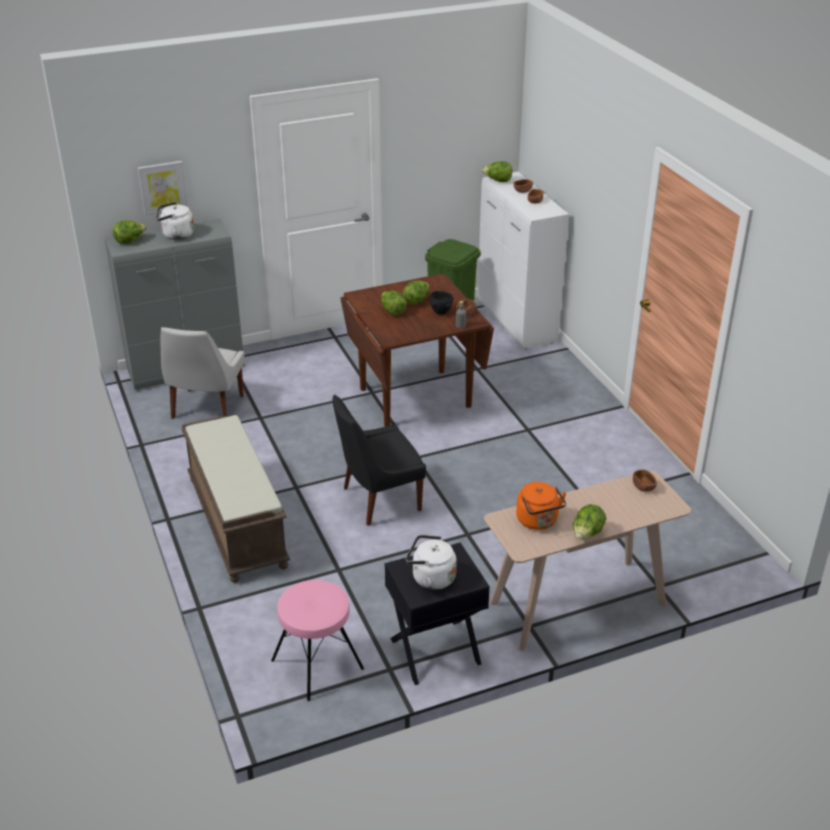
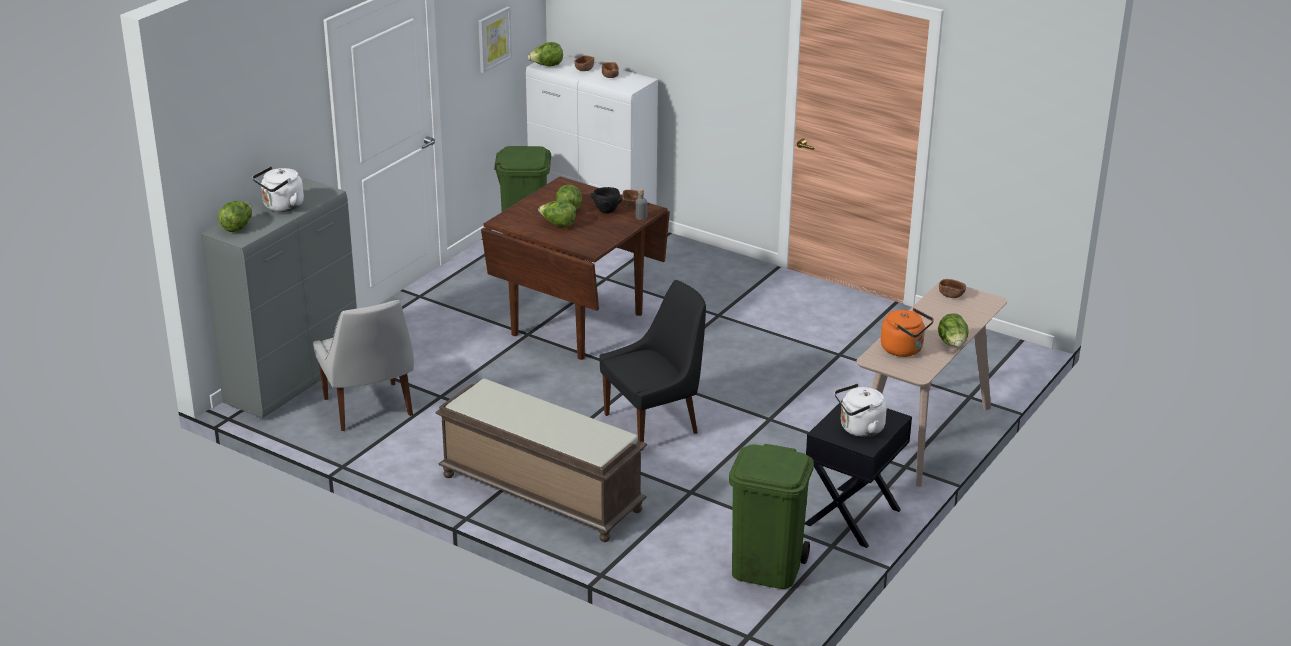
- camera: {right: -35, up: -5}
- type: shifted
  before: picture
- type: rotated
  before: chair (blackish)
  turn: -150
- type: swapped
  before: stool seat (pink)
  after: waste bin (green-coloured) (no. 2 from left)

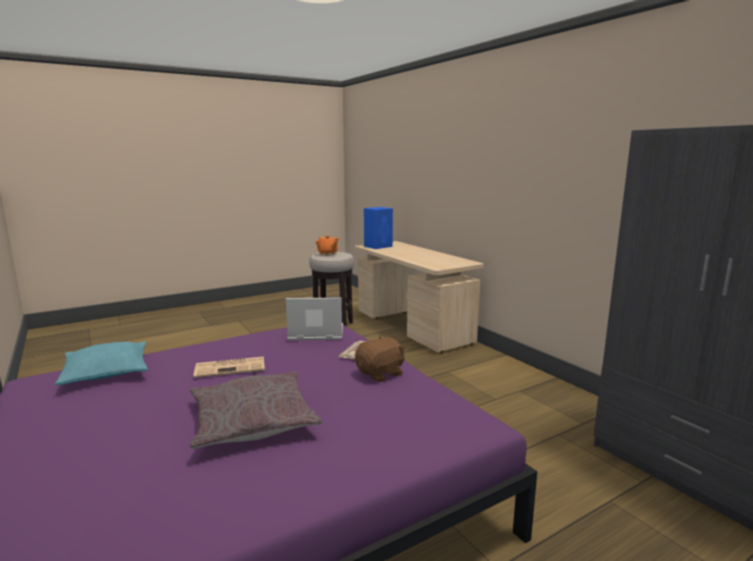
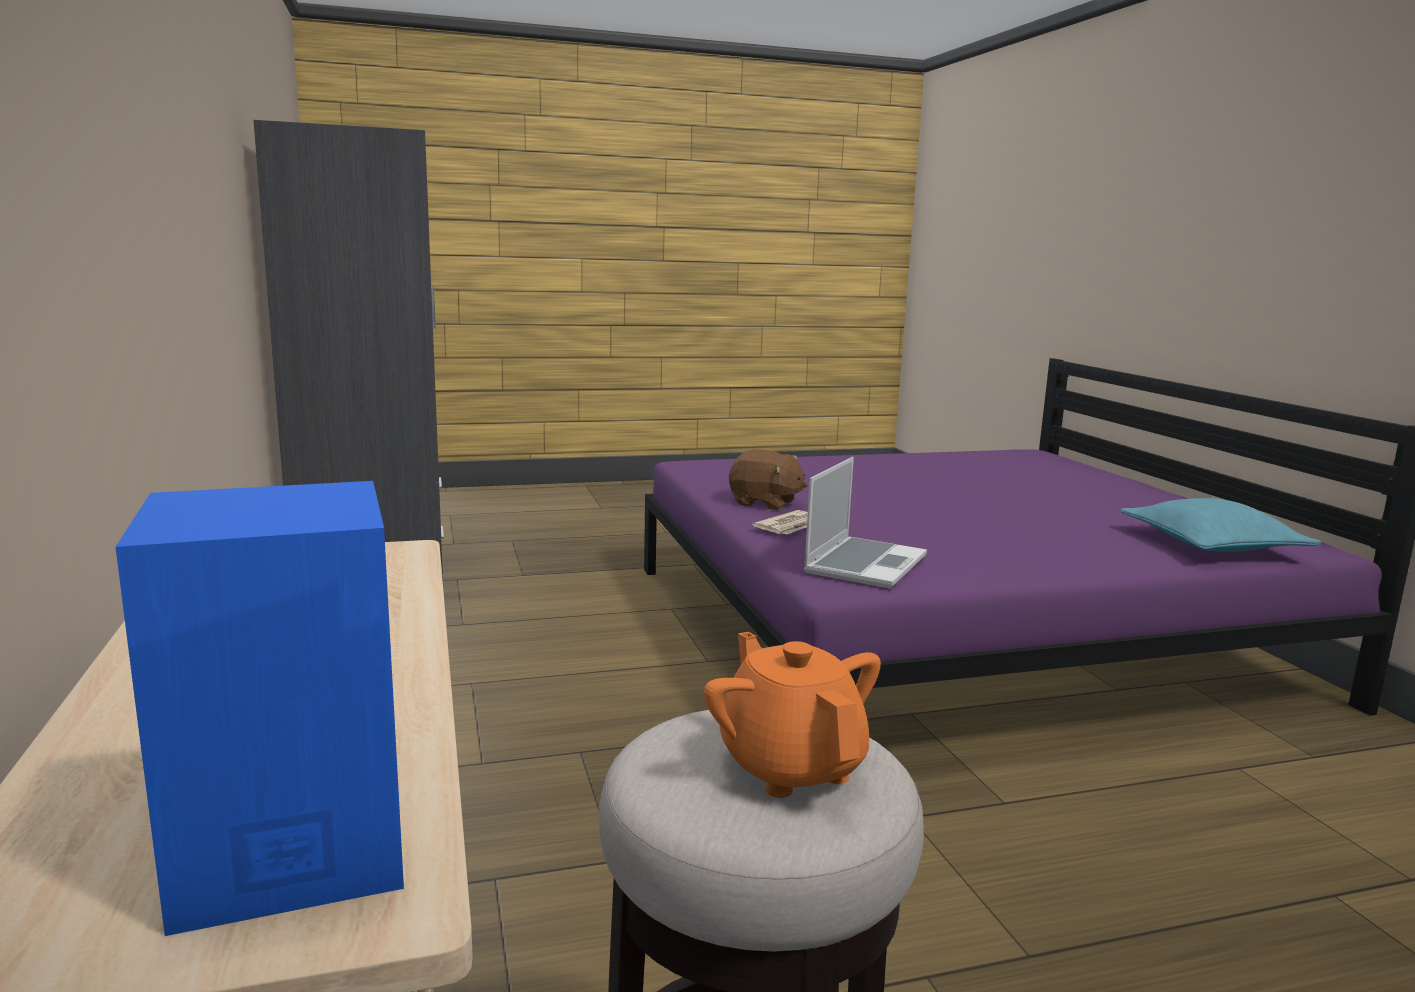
- camera: {right: -165, up: 0}
- type: rotated
  before: laptop
  turn: -75
- type: rotated
  before: soft toy (brown-coloured)
  turn: -135
- type: gone
  before: printed paper (no. 1 from left)
- type: gone
  before: pillow (greyish)

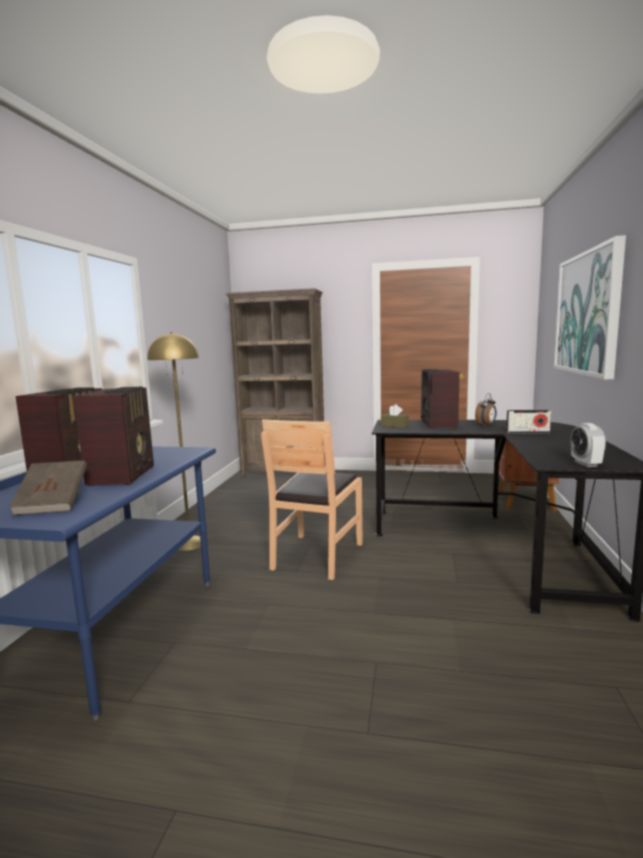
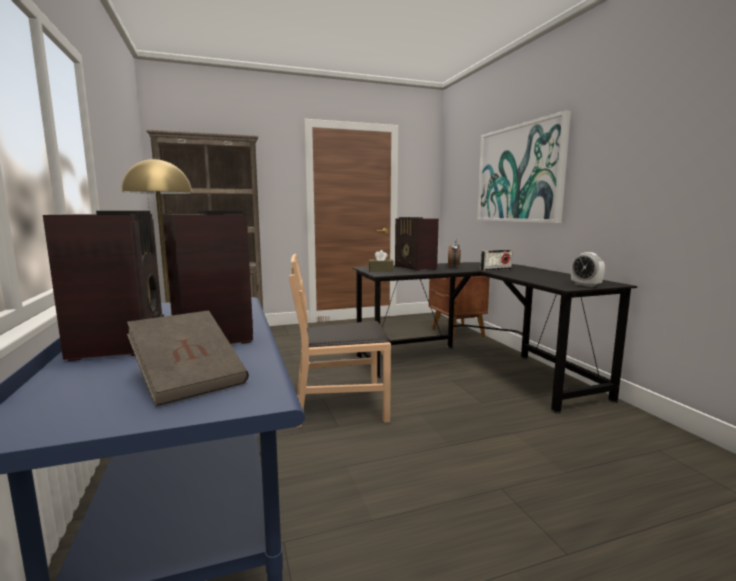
- camera: {right: -30, up: 0}
- type: rotated
  before: chair (brown-coloured)
  turn: 90

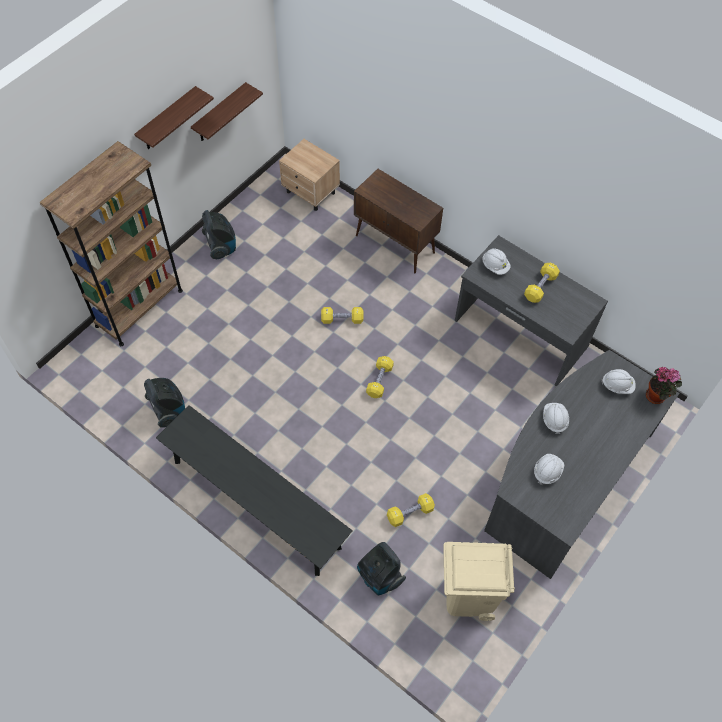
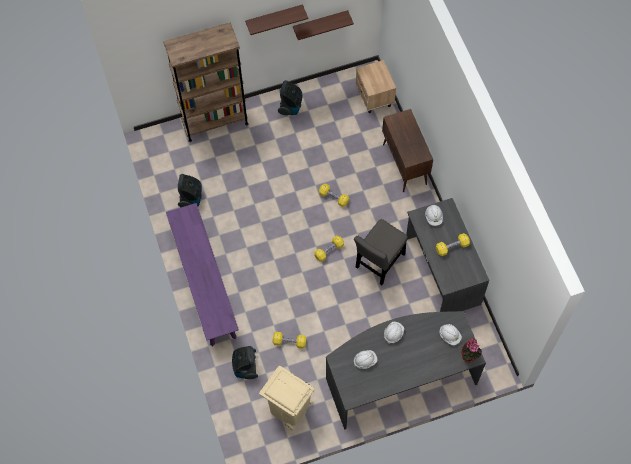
- camera: {right: 35, up: 5}
- type: repainted
  before: bench (blackish)
  after: bench (purple-coloured)
- type: new
  after: chair (greyish)

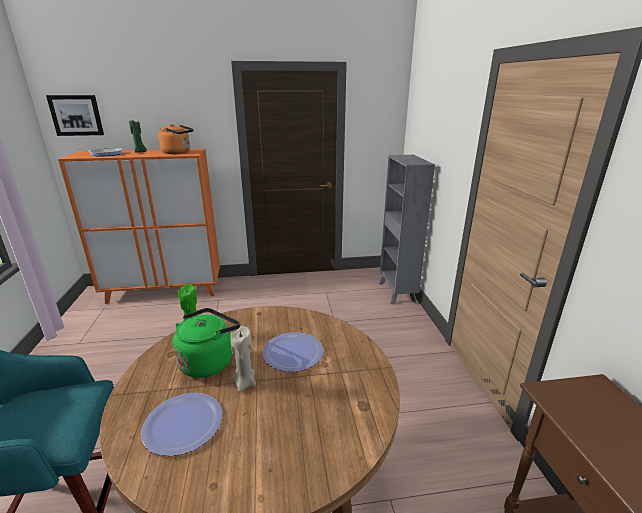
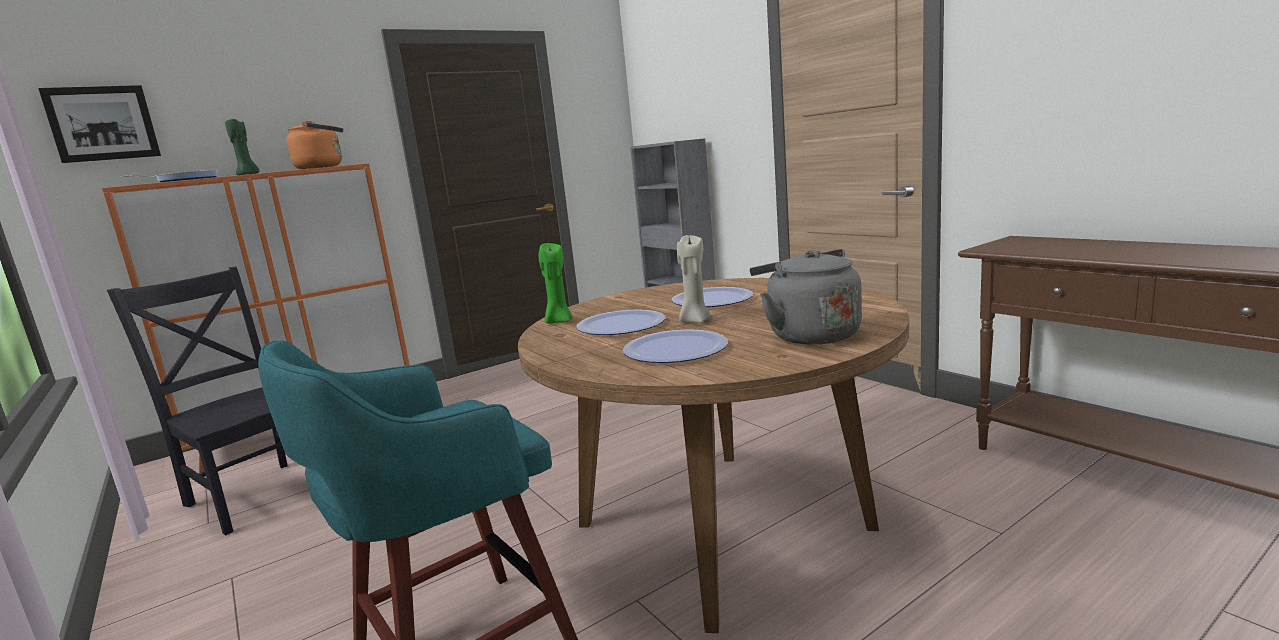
- camera: {right: -25, up: -10}
- type: swapped
  before: tea kettle (green-coloured)
  after: dinner plate (no. 1 from left)
- type: new
  after: tea kettle (greyish)
- type: new
  after: chair (blackish)

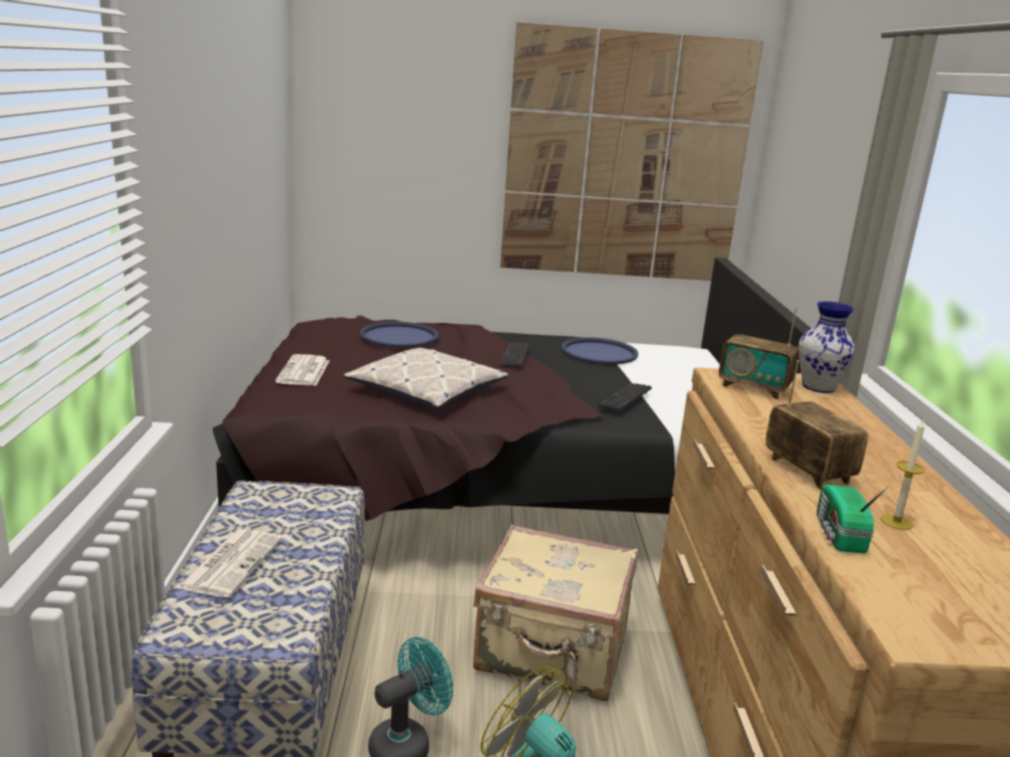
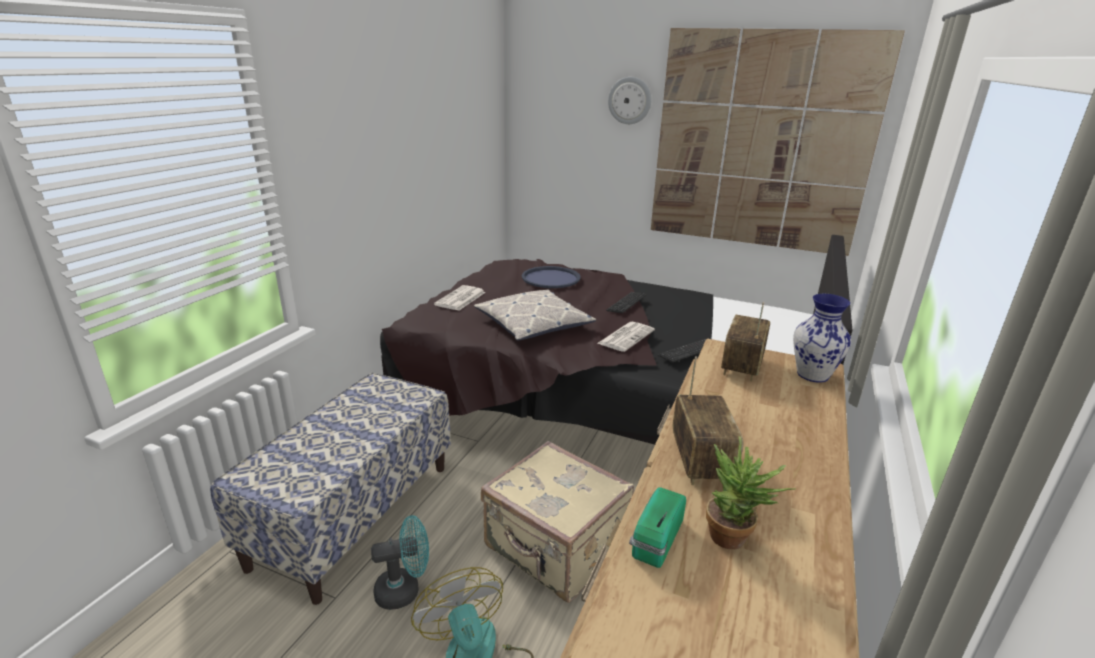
- camera: {right: 25, up: 5}
- type: rotated
  before: radio set (no. 1 from left in the first image)
  turn: 60
- type: gone
  before: serving tray (blue-coloured) (no. 2 from left)
- type: swapped
  before: wax candle
  after: plant in a pot
- type: shifted
  before: printed paper (no. 1 from left in the first image)
  after: printed paper (no. 2 from left)
- type: new
  after: hanging clock

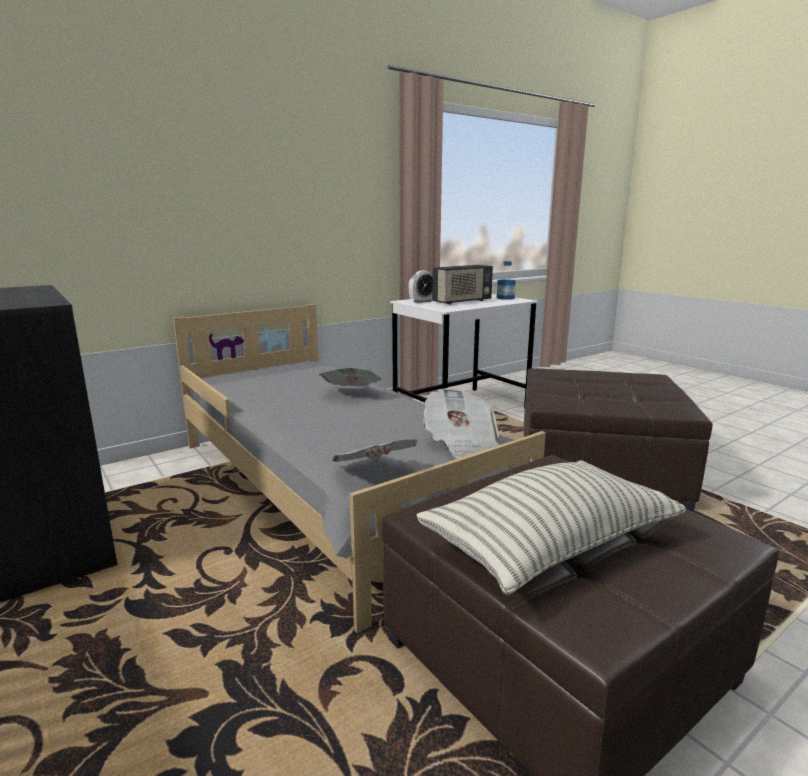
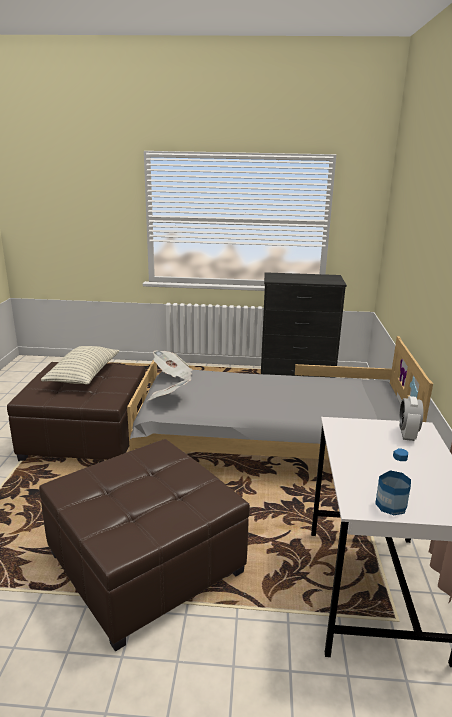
- camera: {right: 130, up: 5}
- type: gone
  before: radio set
- type: gone
  before: printed paper (no. 1 from left)

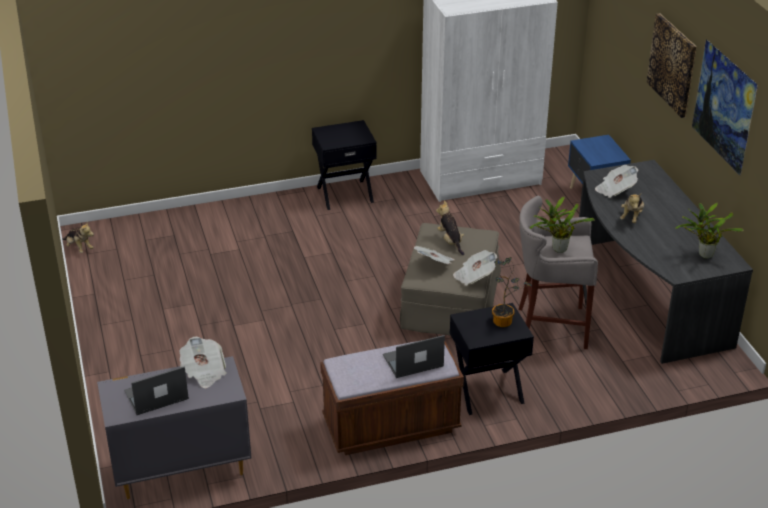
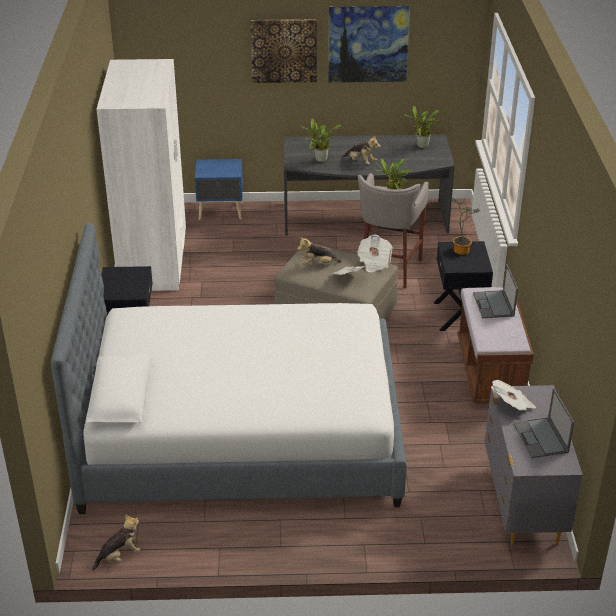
- camera: {right: -75, up: 0}
- type: swapped
  before: printed paper (no. 4 from left)
  after: plant in a pot (no. 1 from left)
- type: new
  after: sleeping bed

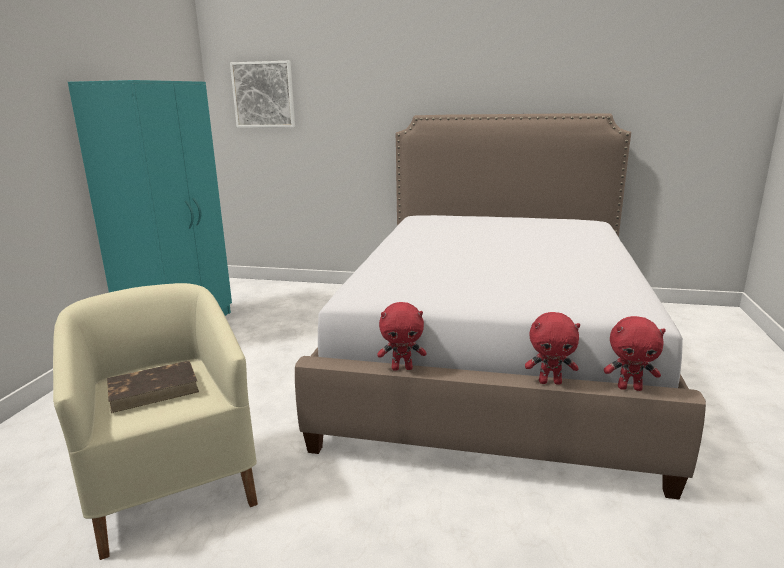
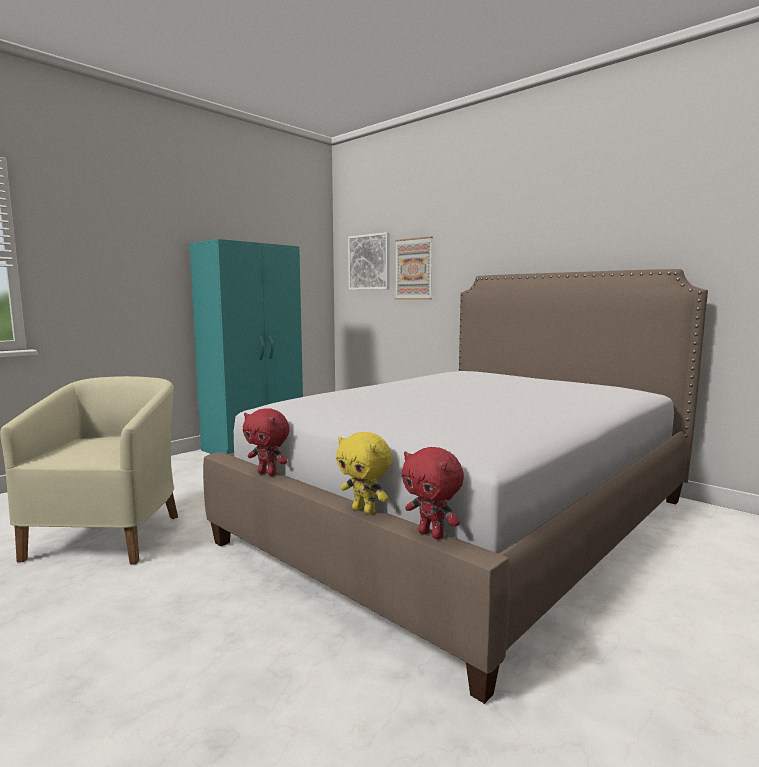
- camera: {right: 30, up: -10}
- type: repainted
  before: soft toy (red) (no. 2 from left)
  after: soft toy (yellow-coloured)
- type: gone
  before: book (brown-coloured)
- type: new
  after: picture (no. 2 from left)

